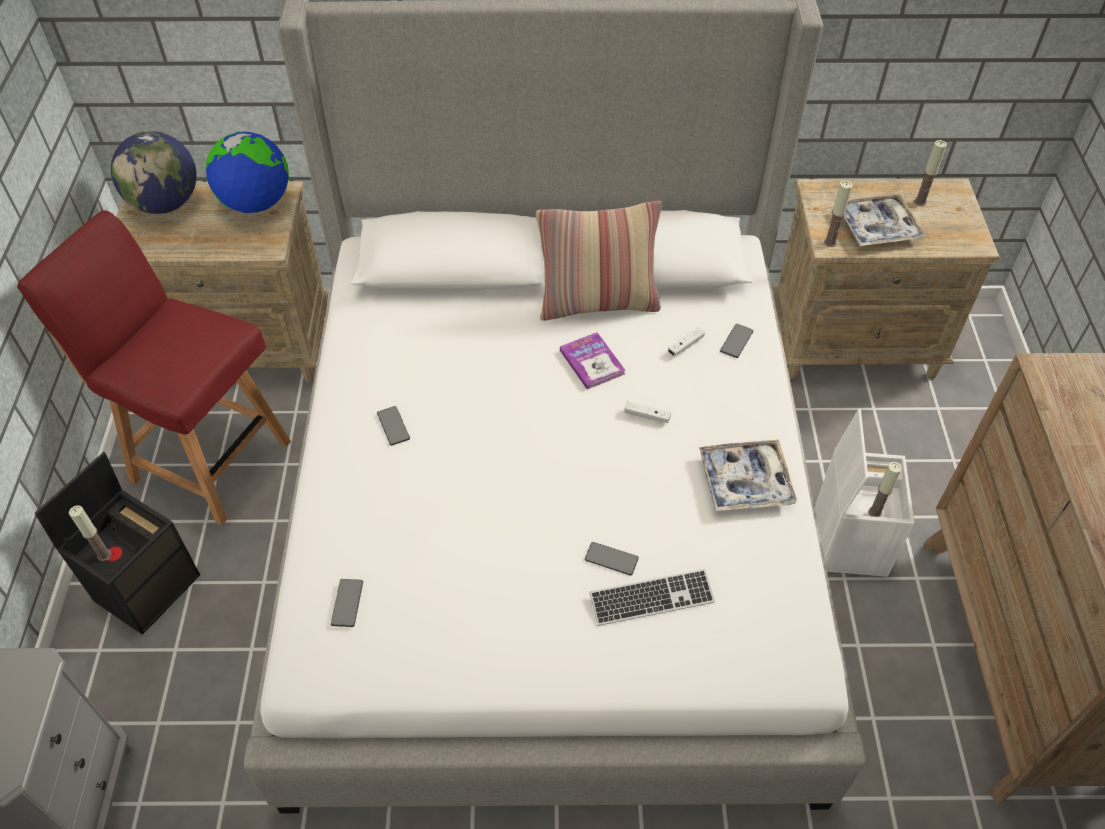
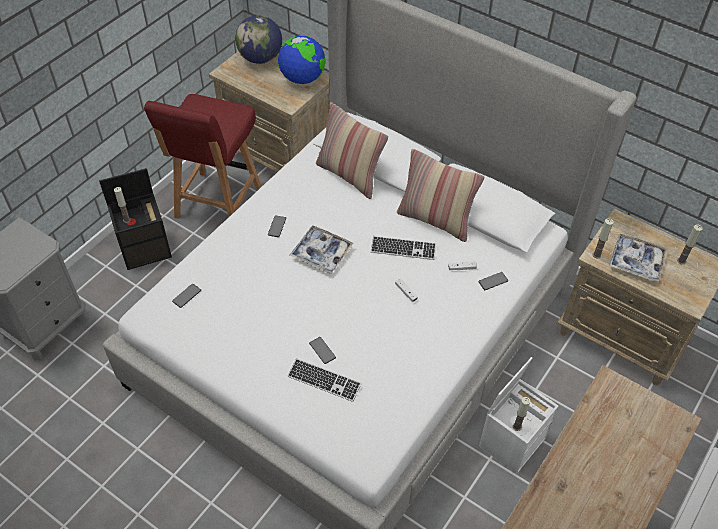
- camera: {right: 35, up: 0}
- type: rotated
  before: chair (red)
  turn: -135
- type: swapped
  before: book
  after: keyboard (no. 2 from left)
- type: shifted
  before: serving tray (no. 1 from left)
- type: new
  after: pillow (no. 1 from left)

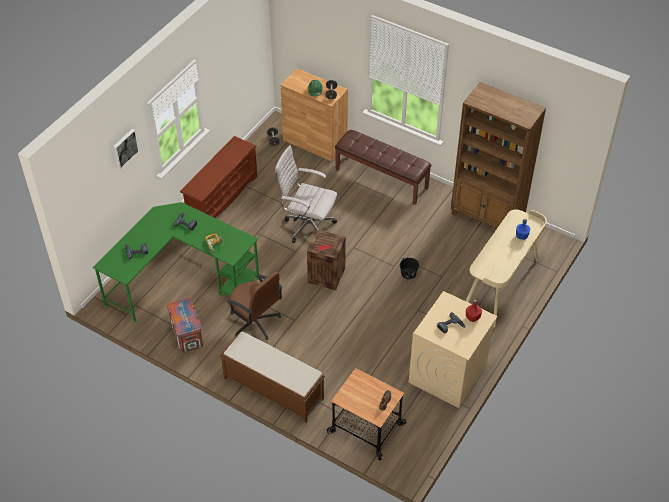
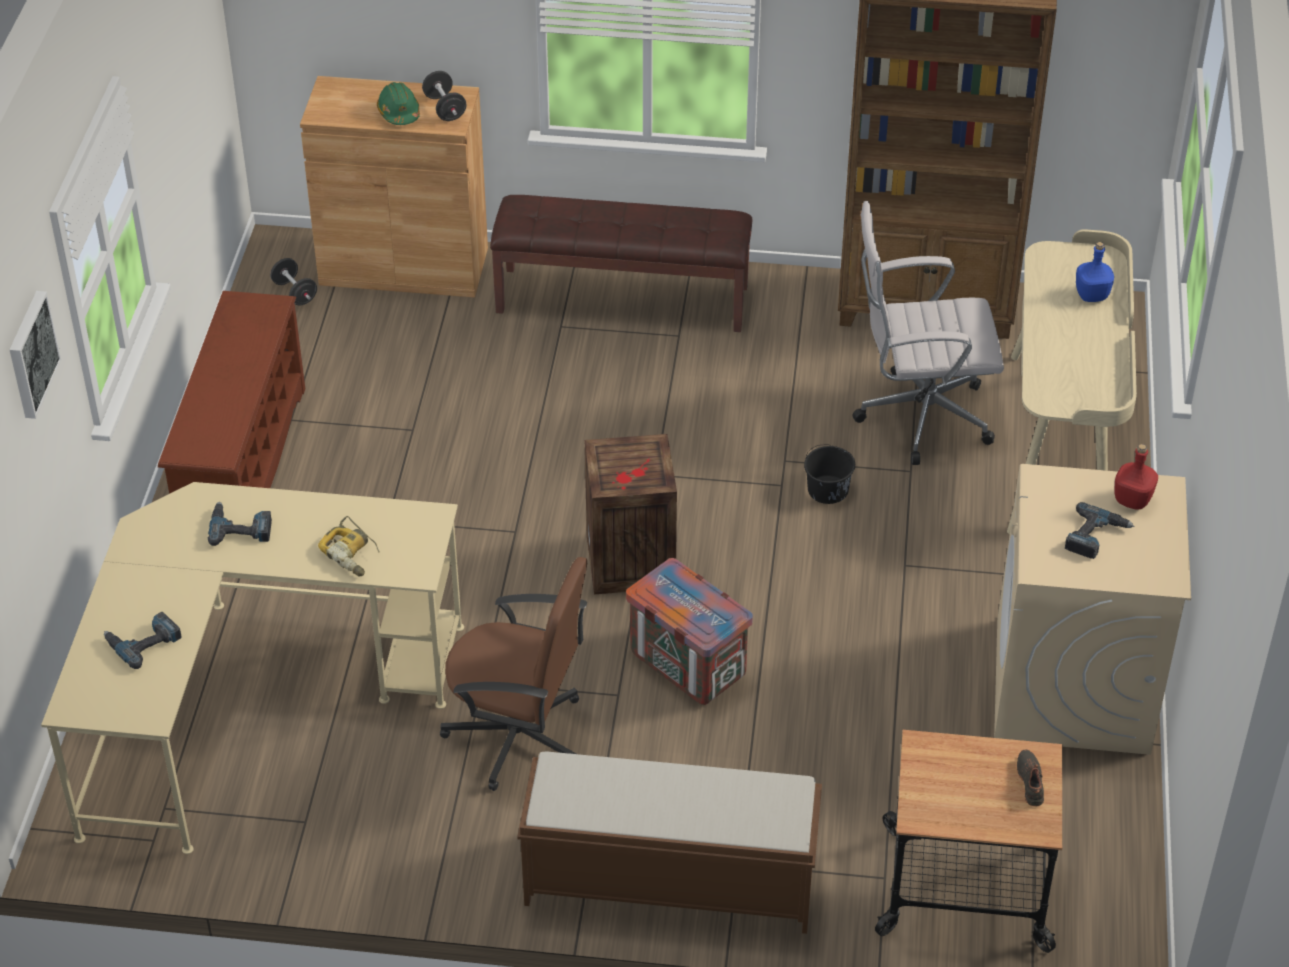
- camera: {right: -25, up: -5}
- type: shifted
  before: desk chair (white-coloured)
- type: repainted
  before: desk table (green-coloured)
  after: desk table (beige) (no. 1 from left)
- type: shifted
  before: shipping crate (no. 1 from left in the first image)
  after: shipping crate (no. 2 from left)

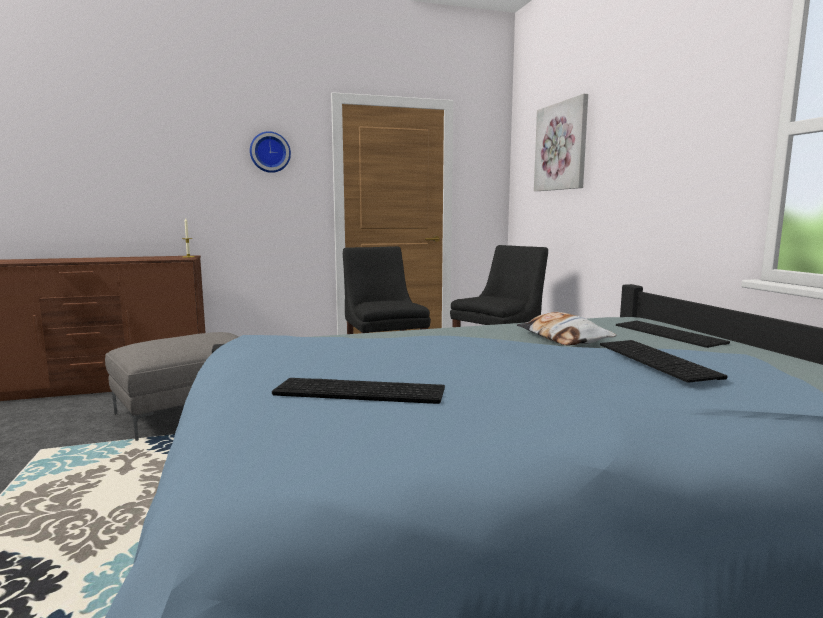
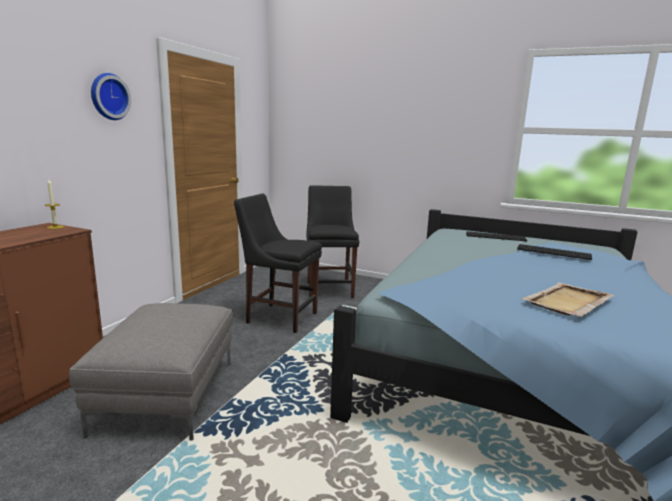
- camera: {right: -50, up: 5}
- type: gone
  before: picture
- type: gone
  before: pillow
- type: swapped
  before: keyboard (no. 1 from left)
  after: serving tray (beige)

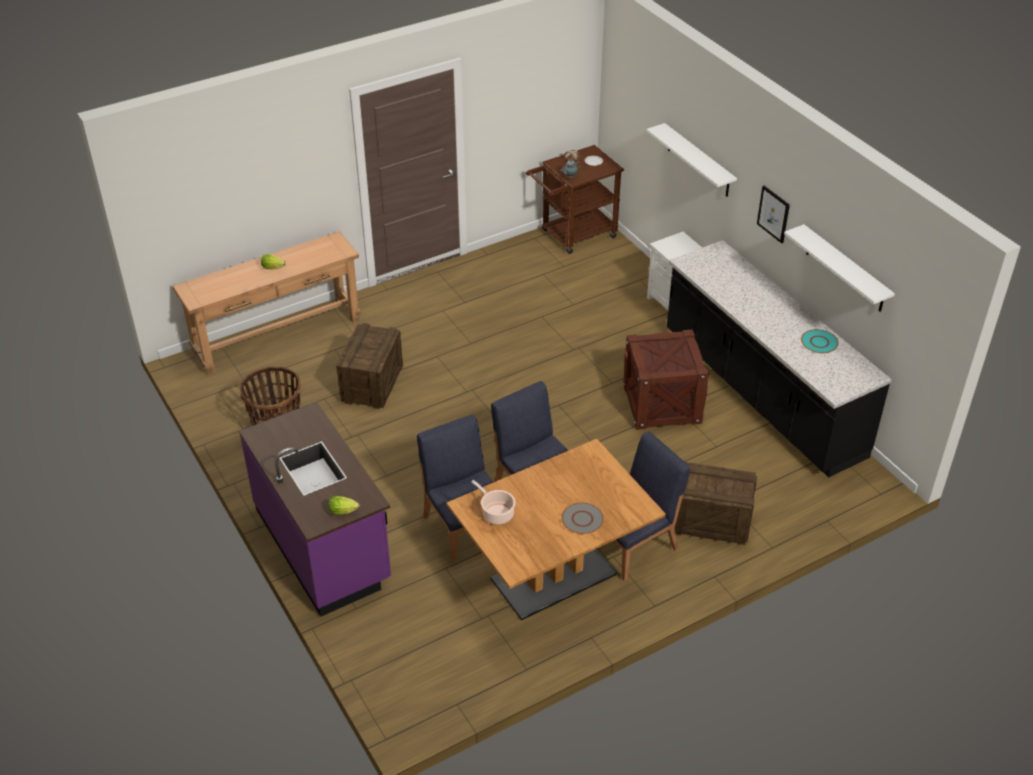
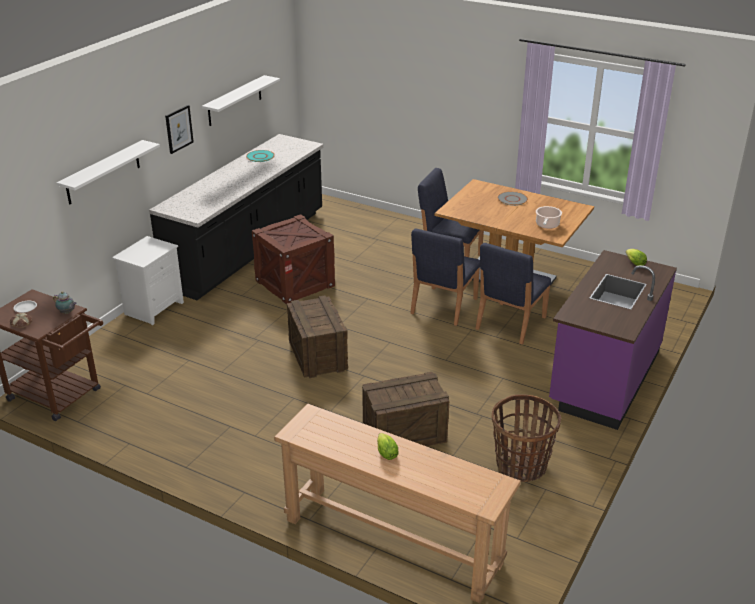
- camera: {right: -120, up: -10}
- type: shifted
  before: shipping crate (no. 3 from left in the first image)
  after: shipping crate (no. 2 from left)

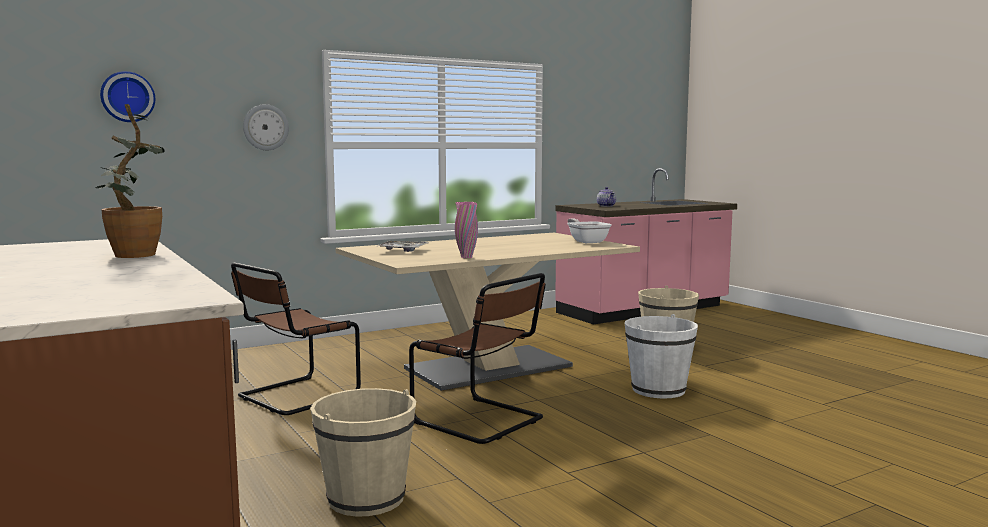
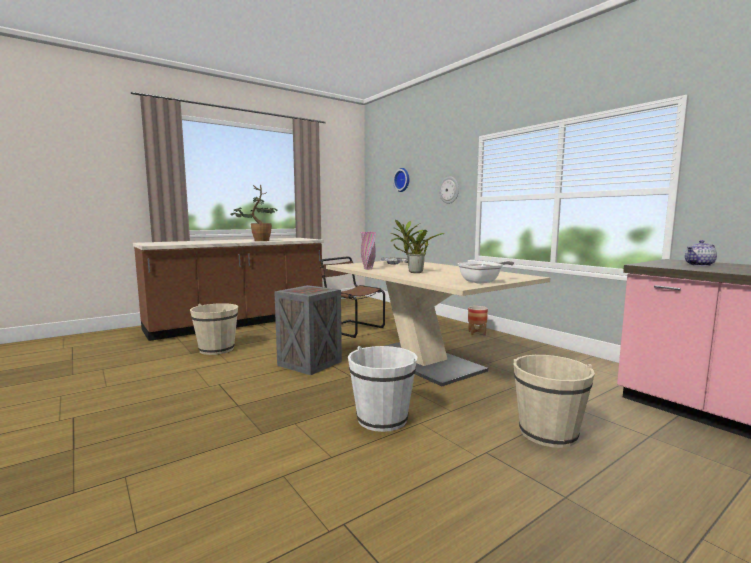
- camera: {right: 85, up: 0}
- type: swapped
  before: chair (brown-coloured) (no. 2 from left)
  after: shipping crate
- type: new
  after: plant in a pot (no. 2 from left)
- type: new
  after: planter

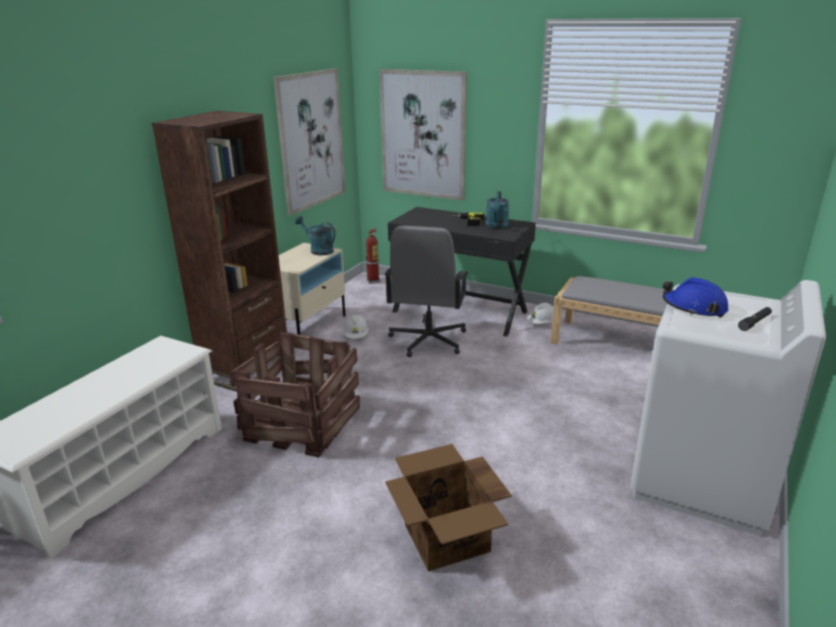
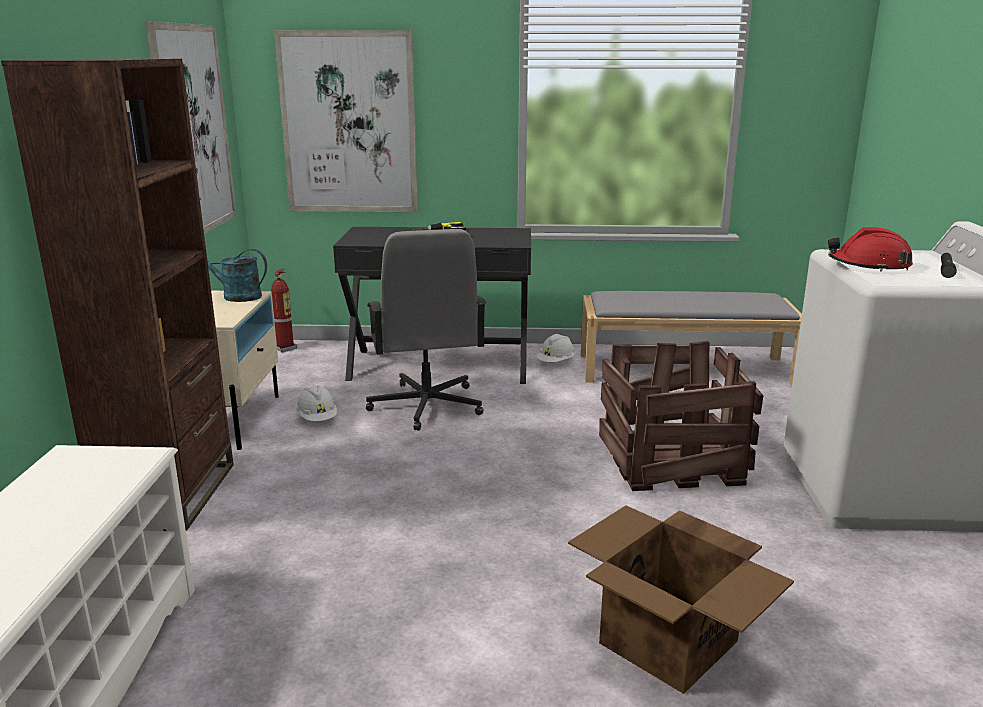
- camera: {right: -25, up: -5}
- type: gone
  before: watering can (turquoise-coloured) (no. 2 from left)
- type: repainted
  before: work helmet (blue-coloured)
  after: work helmet (red)
- type: shifted
  before: shipping crate

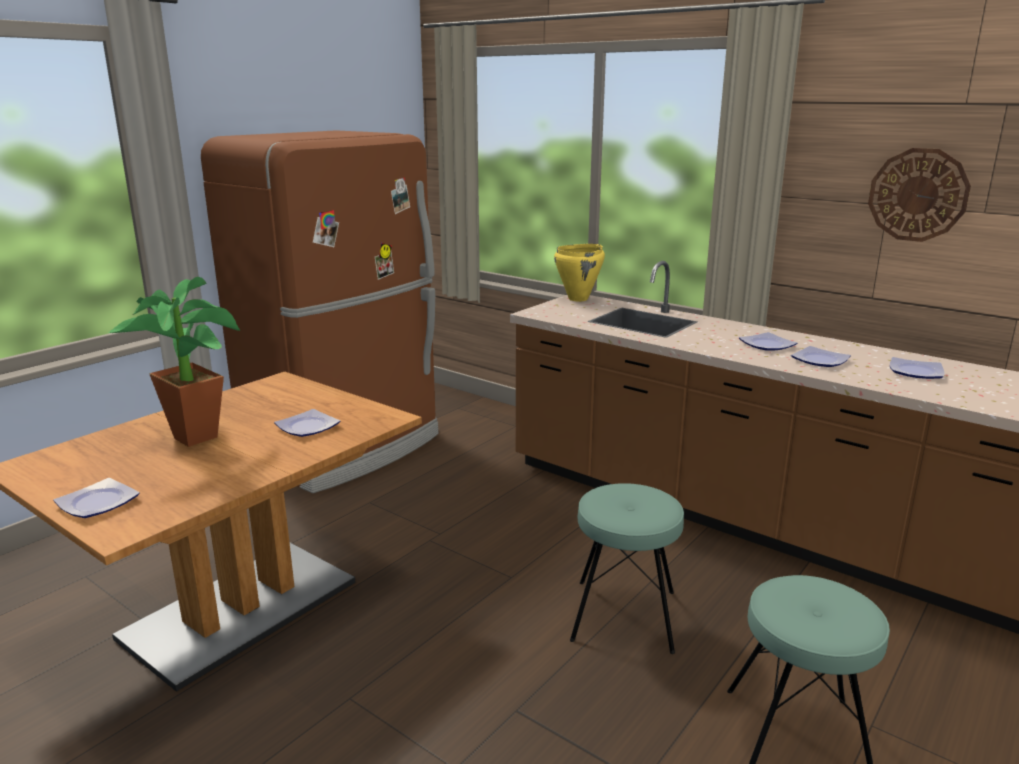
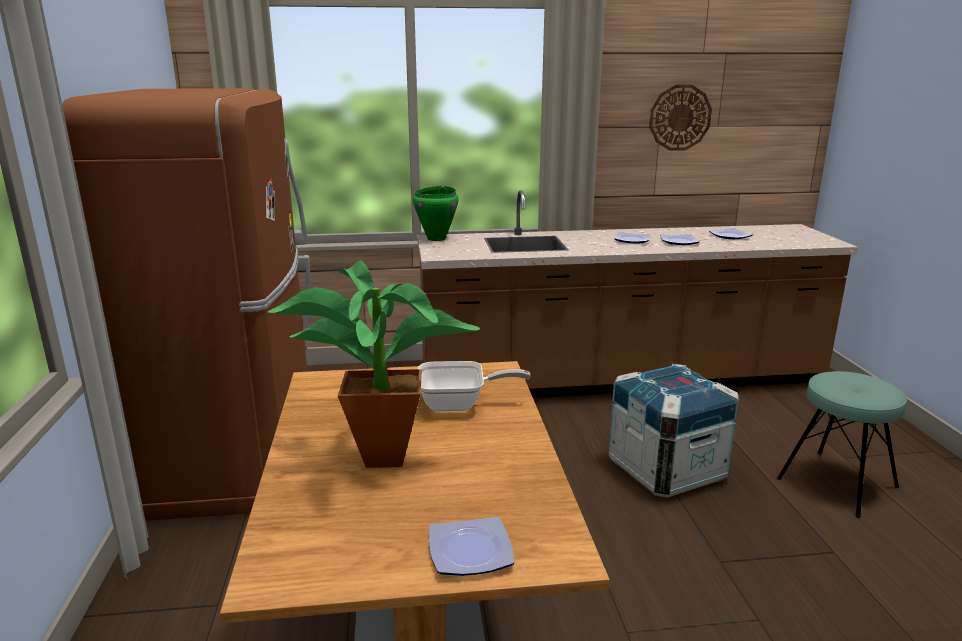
- camera: {right: -45, up: 0}
- type: repainted
  before: cooking pot (yellow-coloured)
  after: cooking pot (green-coloured)
- type: swapped
  before: dinner plate (no. 2 from left)
  after: frying pan
- type: swapped
  before: stool seat (turquoise-coloured) (no. 1 from left)
  after: shipping crate

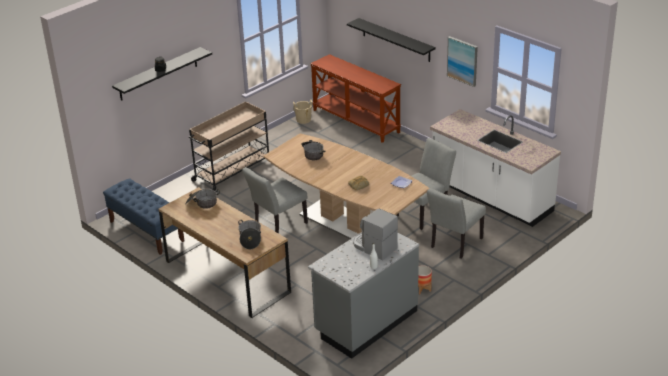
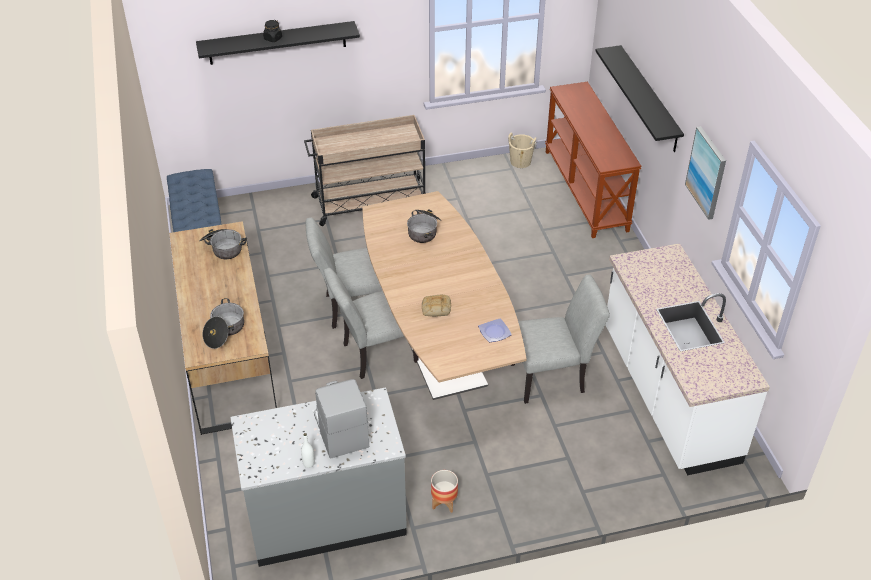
- camera: {right: 30, up: 10}
- type: shifted
  before: chair (greyish) (no. 3 from left in the first image)
  after: chair (greyish) (no. 2 from left)

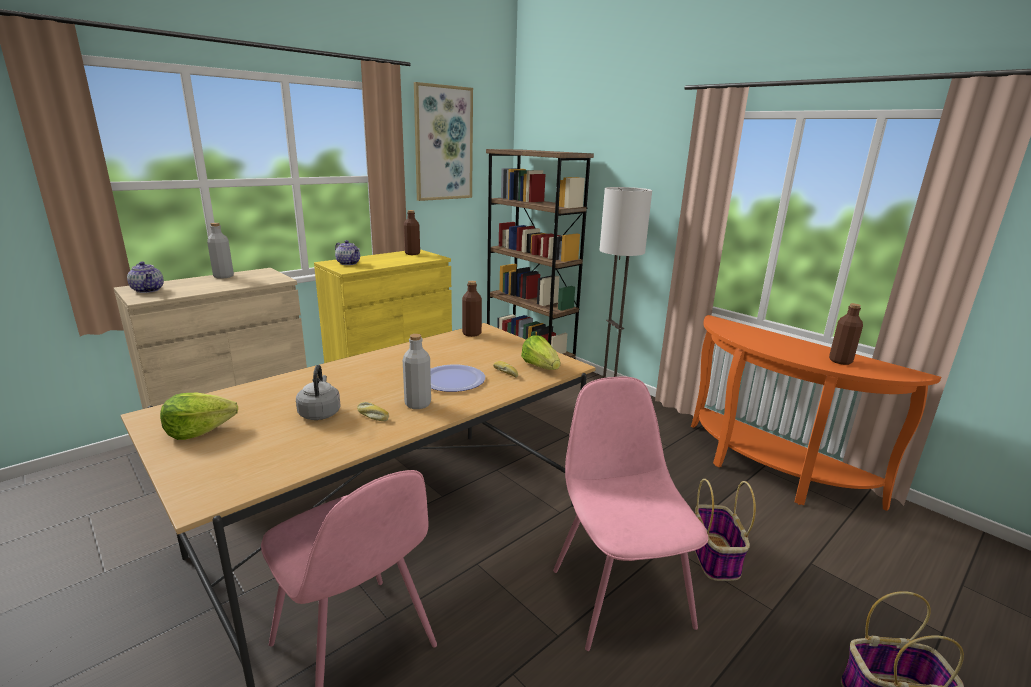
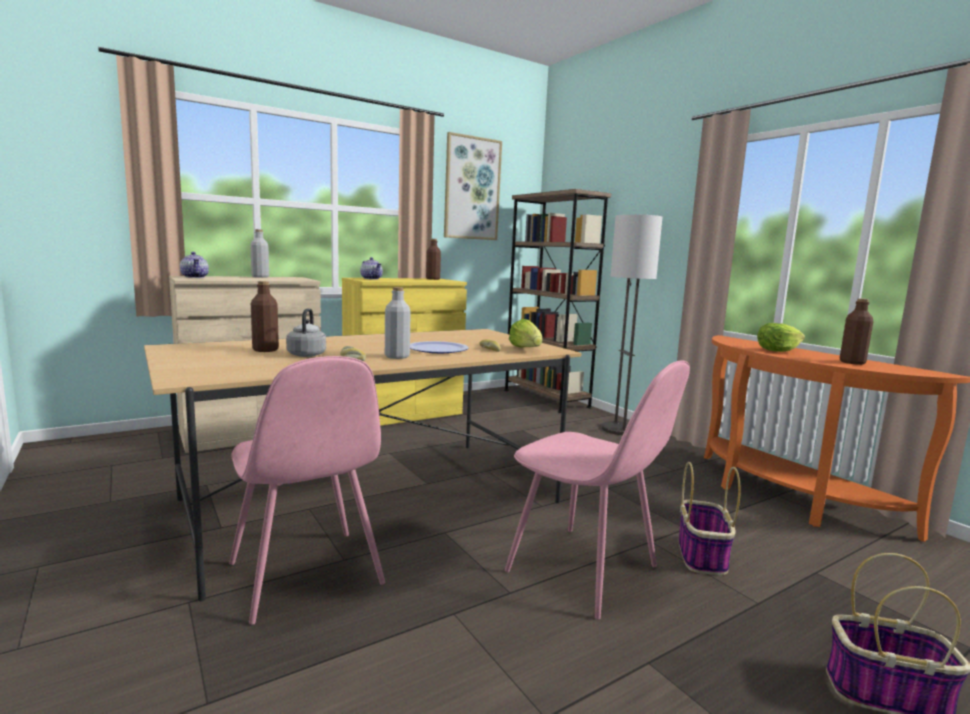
- camera: {right: 10, up: -10}
- type: shifted
  before: bottle (brown-coloured) (no. 2 from left in the first image)
  after: bottle (brown-coloured) (no. 1 from left)
- type: rotated
  before: chair (pink) (no. 2 from left)
  turn: 135
- type: shifted
  before: lettuce (no. 1 from left in the first image)
  after: lettuce (no. 2 from left)

